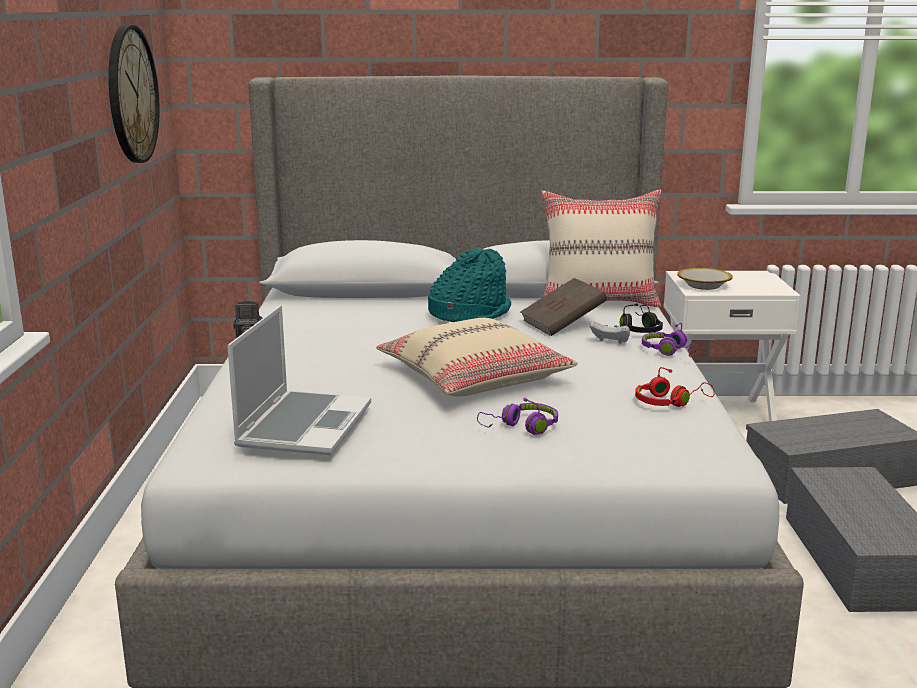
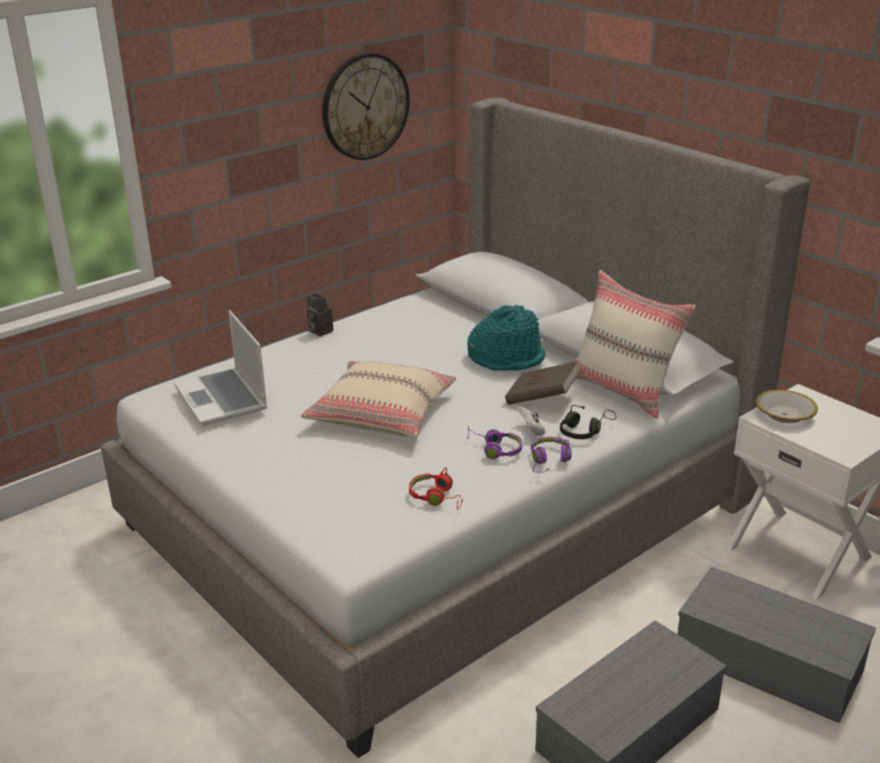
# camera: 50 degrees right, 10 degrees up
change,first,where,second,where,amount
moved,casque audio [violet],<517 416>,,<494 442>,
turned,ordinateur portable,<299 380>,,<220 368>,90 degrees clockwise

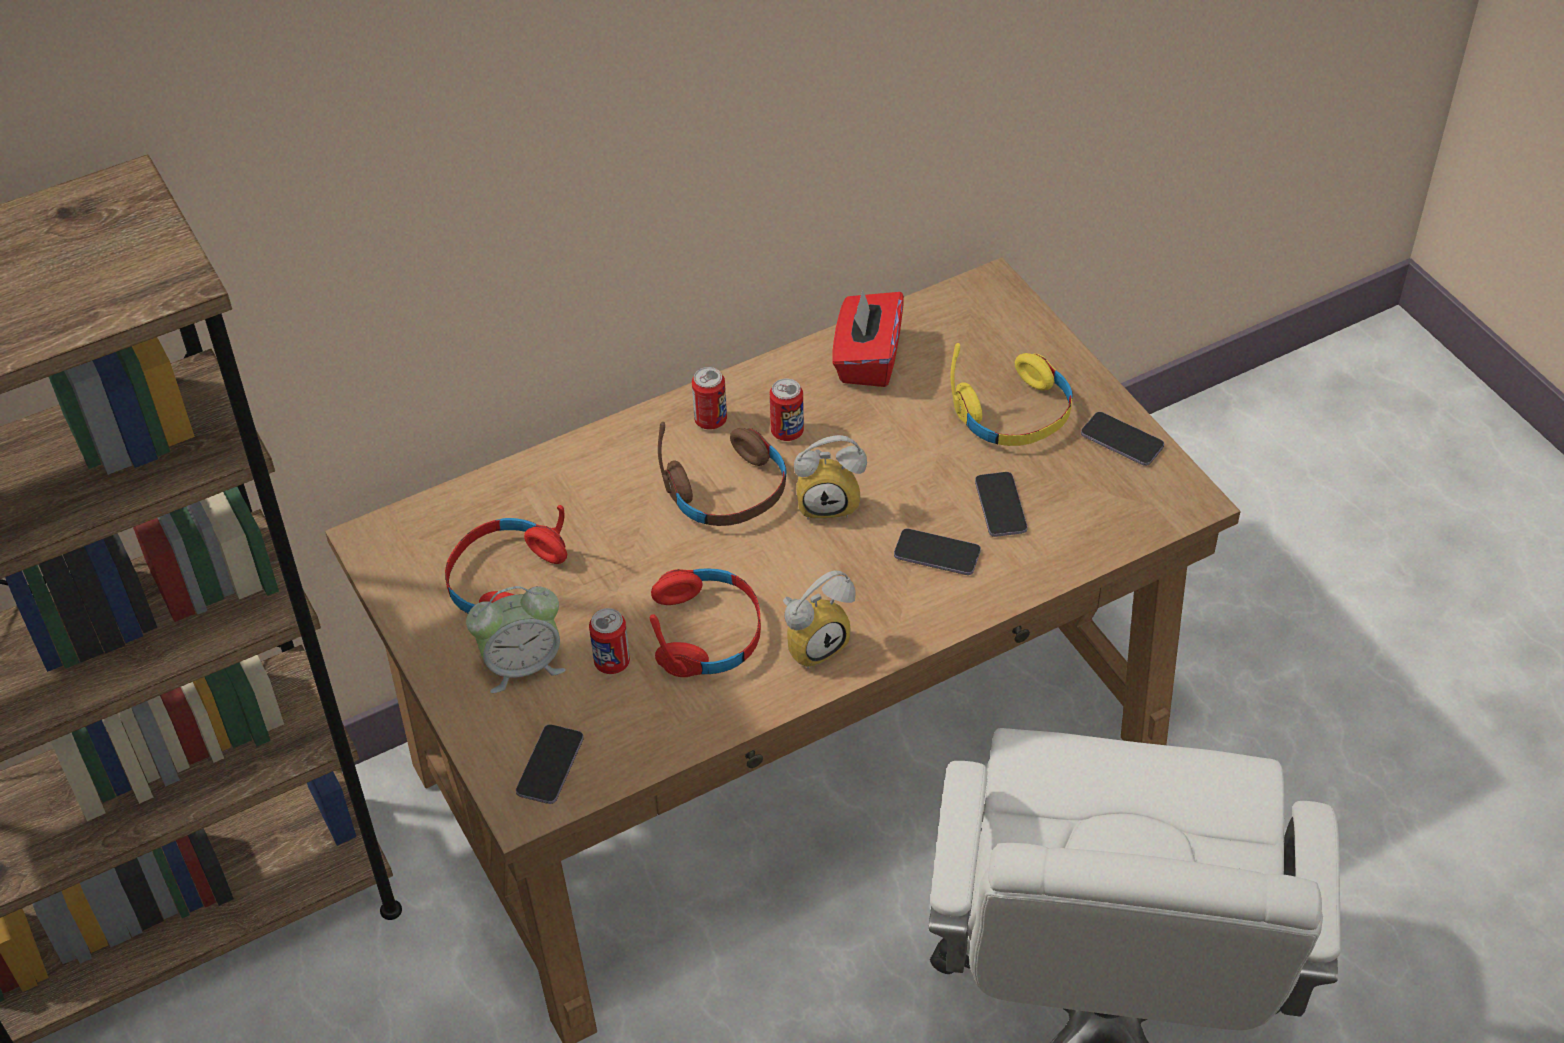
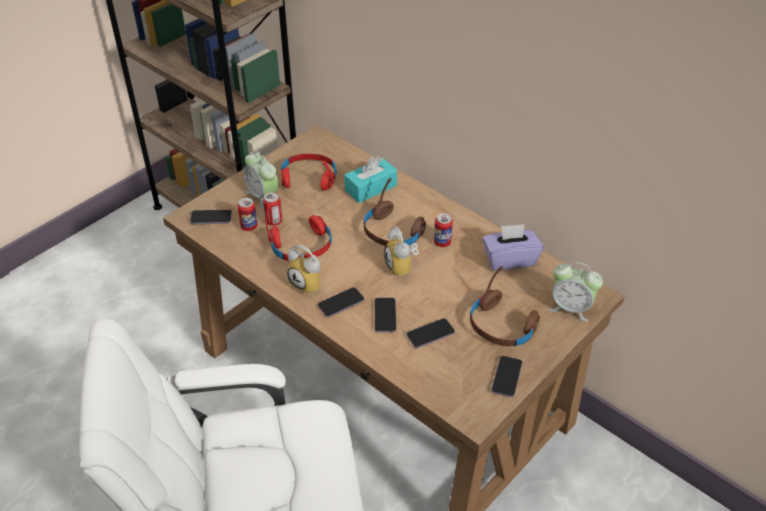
# camera: 70 degrees right, 5 degrees down
change,first,where,second,where,amount
added,,,téléphone,<341 302>,
added,,,boîte à mouchoirs [turquoise],<370 179>,
added,,,réveil,<576 292>,
moved,boîte métallique,<709 398>,,<247 214>,
recoloured,boîte à mouchoirs [rouge],<868 338>,boîte à mouchoirs [violet],<512 247>,
recoloured,casque audio [jaune],<1011 394>,casque audio [marron],<505 306>,

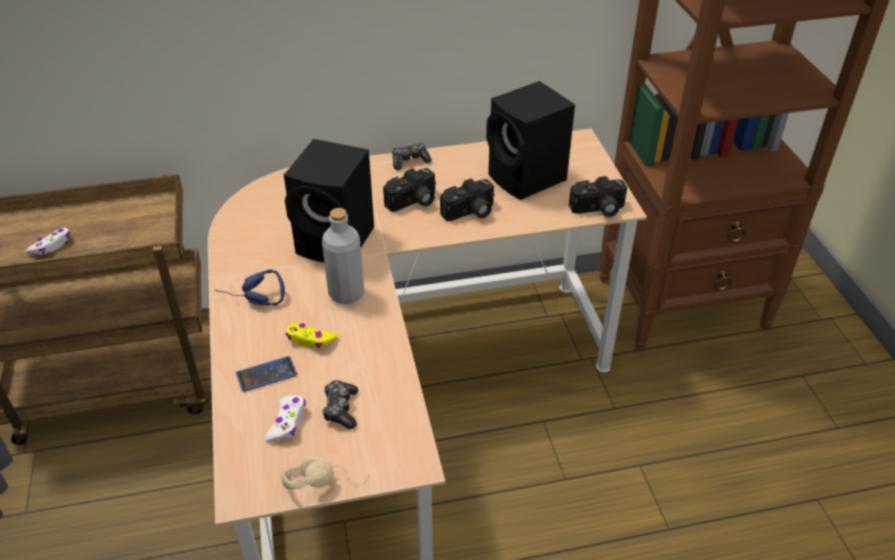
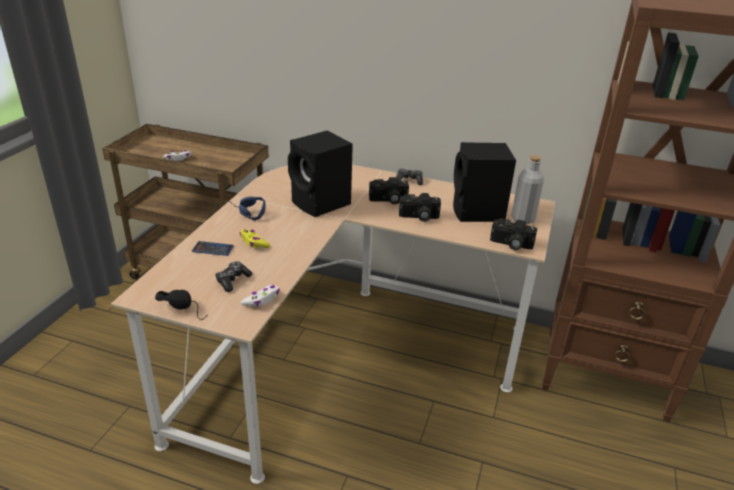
# camera: 30 degrees right, 10 degrees down
change,first,where,second,where,amount
moved,manette [blanc],<285 418>,,<260 296>,
moved,bouteille [gris],<343 256>,,<527 189>,
recoloured,casque audio [beige],<325 473>,casque audio [noir],<181 305>,

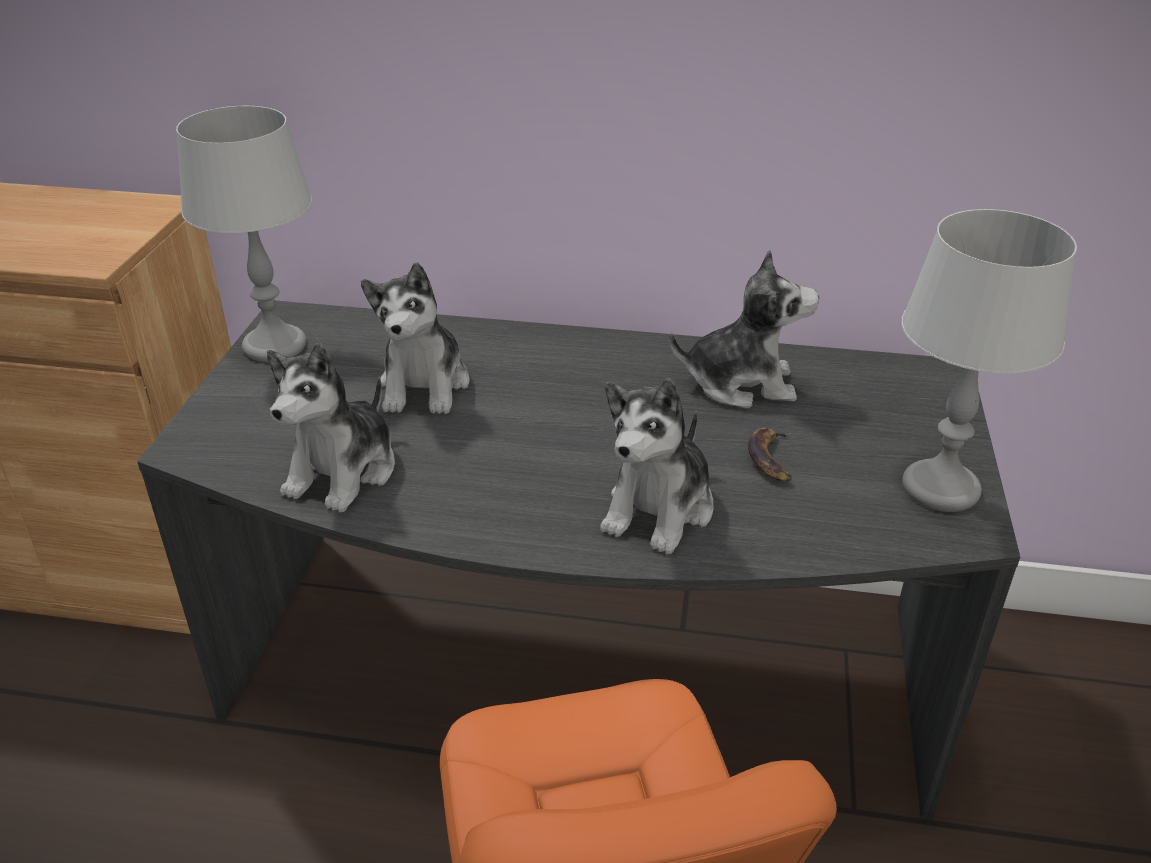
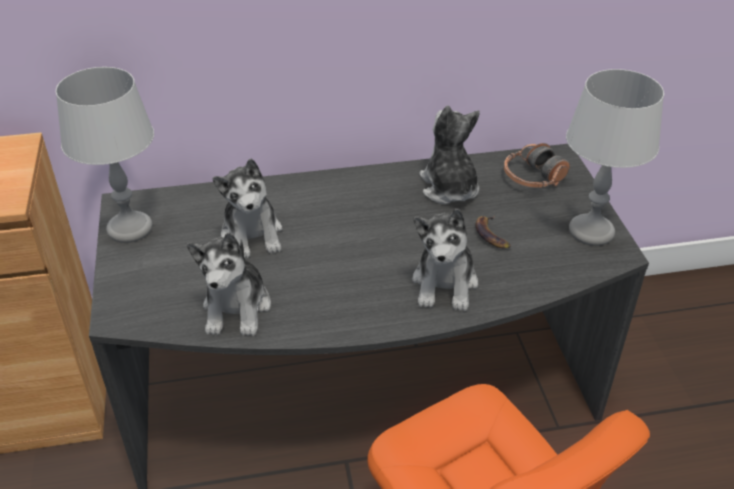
# camera: 20 degrees left, 5 degrees up
change,first,where,second,where,amount
added,,,casque audio,<537 165>,
turned,peluche,<744 329>,,<449 155>,90 degrees counterclockwise

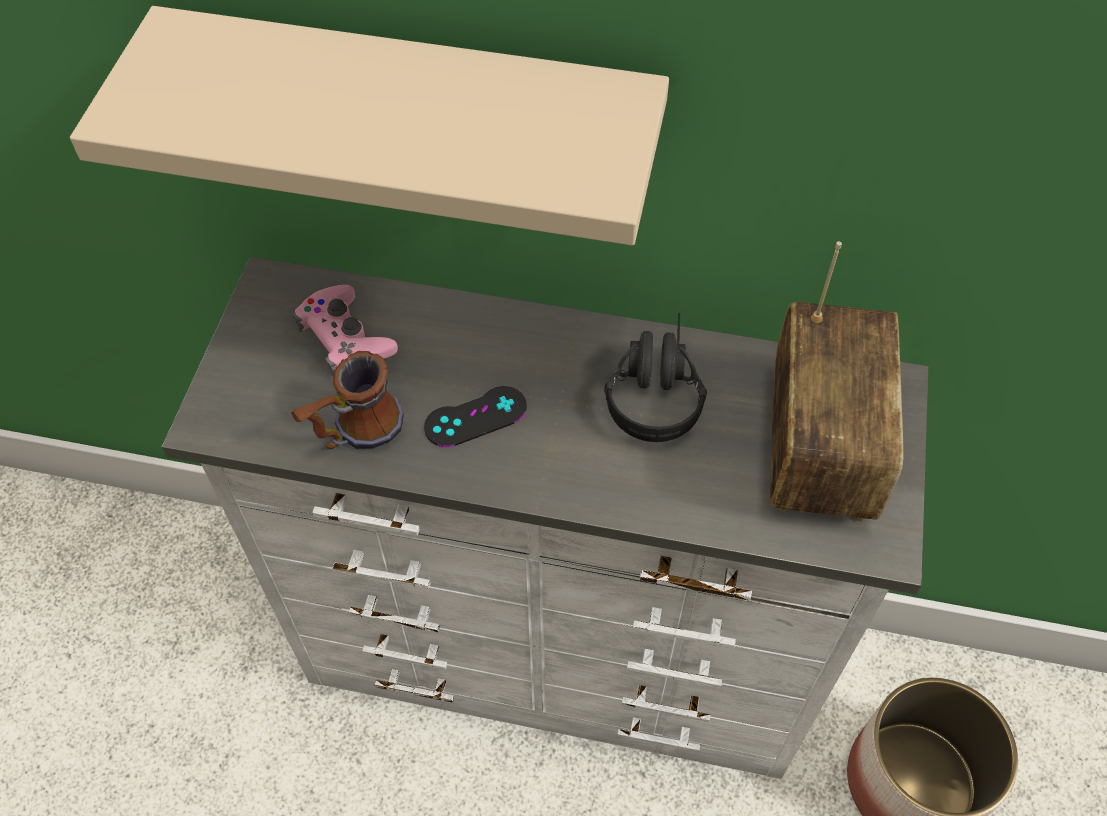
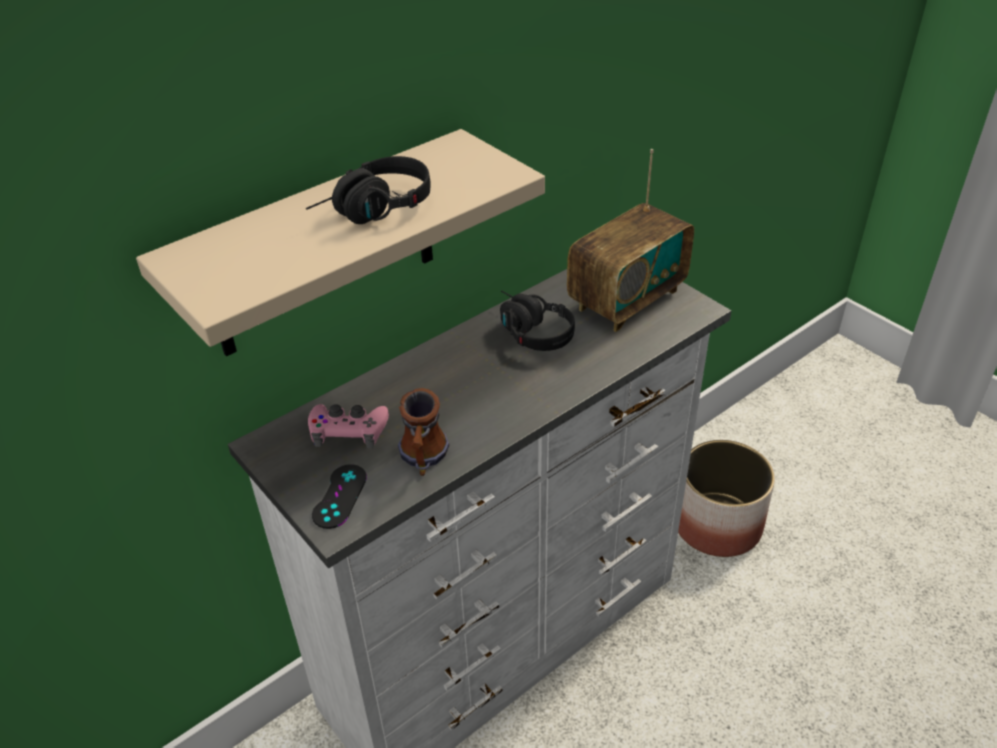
# camera: 50 degrees left, 15 degrees down
change,first,where,second,where,amount
added,,,casque audio [noir],<368 190>,
moved,manette [noir],<475 416>,,<339 496>,
turned,radio,<836 381>,,<630 240>,90 degrees clockwise

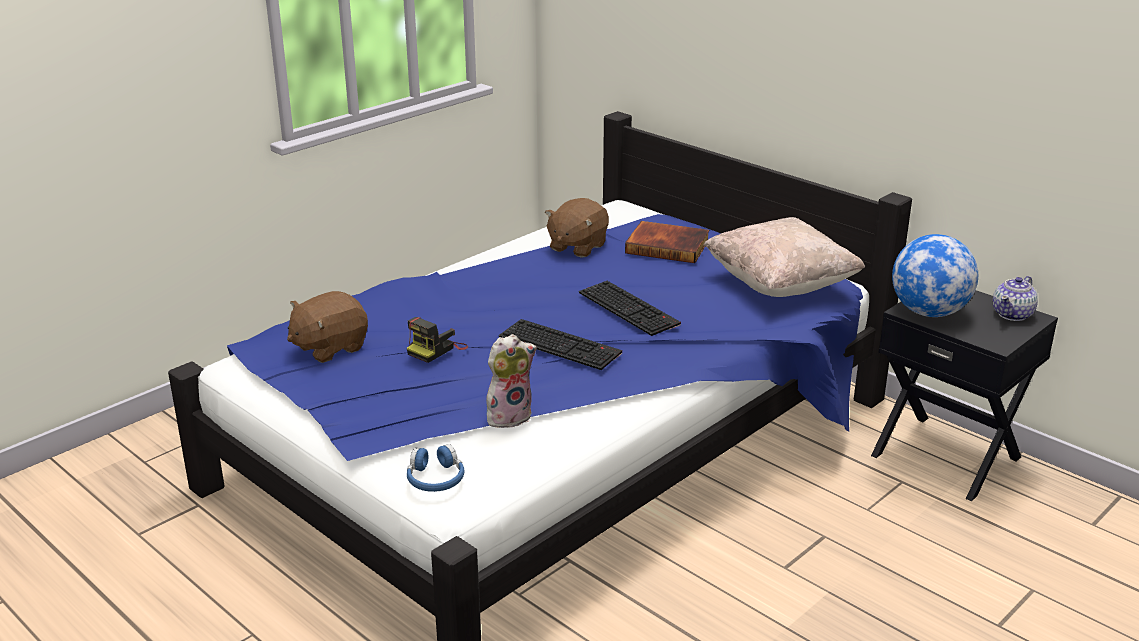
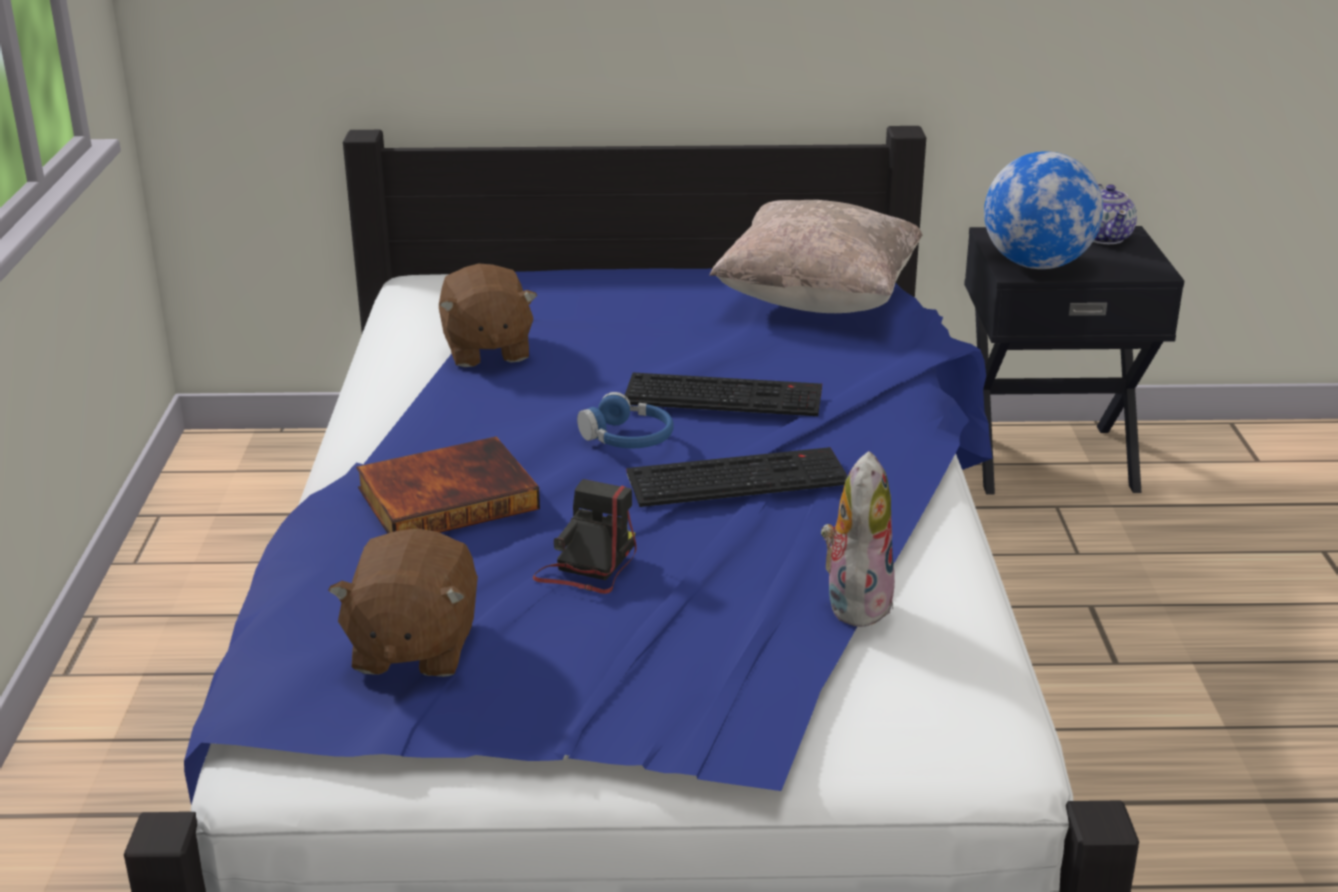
# camera: 45 degrees left, 0 degrees up
change,first,where,second,where,amount
moved,casque audio [bleu],<436 468>,,<625 420>,
moved,livre,<667 242>,,<448 485>,
turned,appareil photo,<437 340>,,<585 536>,150 degrees counterclockwise

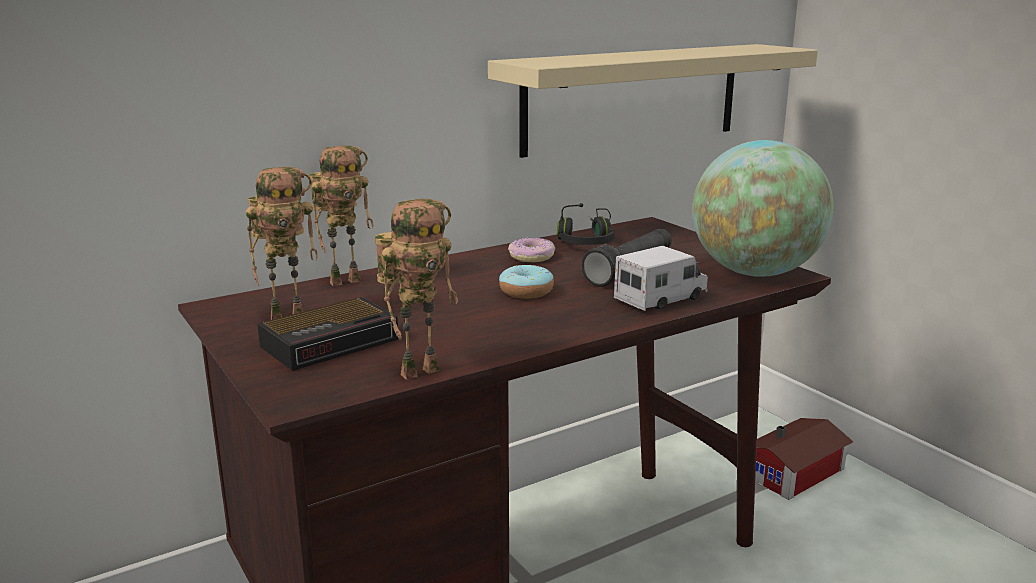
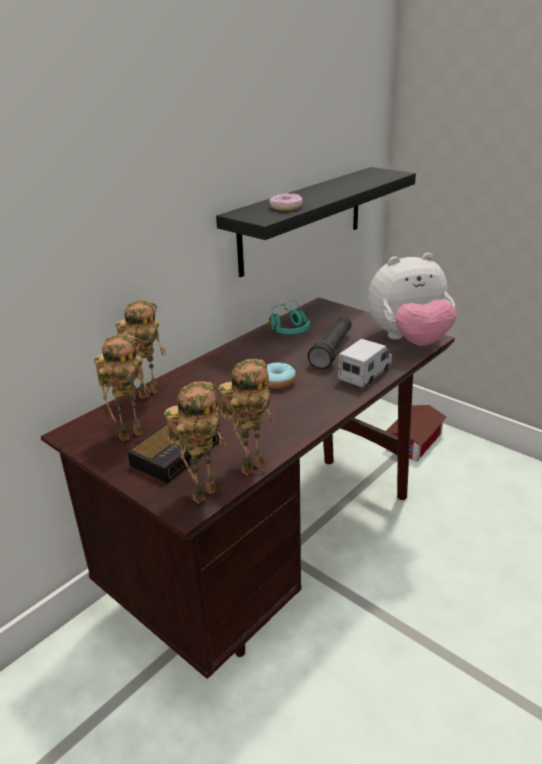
# camera: 15 degrees left, 10 degrees up
change,first,where,second,where,amount
added,,,robot jouet,<195 442>,
moved,beignet,<531 250>,,<286 202>,
replaced,globe,<762 208>,peluche,<412 299>,
recoloured,étagère [beige],<653 101>,étagère [noir],<316 222>,
recoloured,casque audio [noir],<586 224>,casque audio [turquoise],<289 317>,

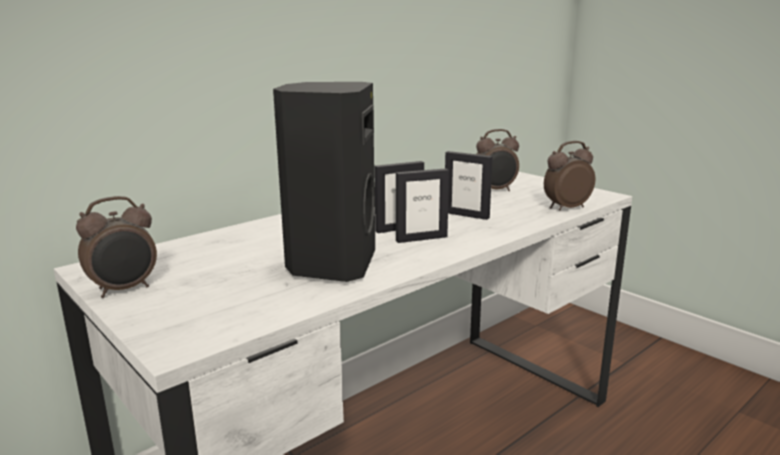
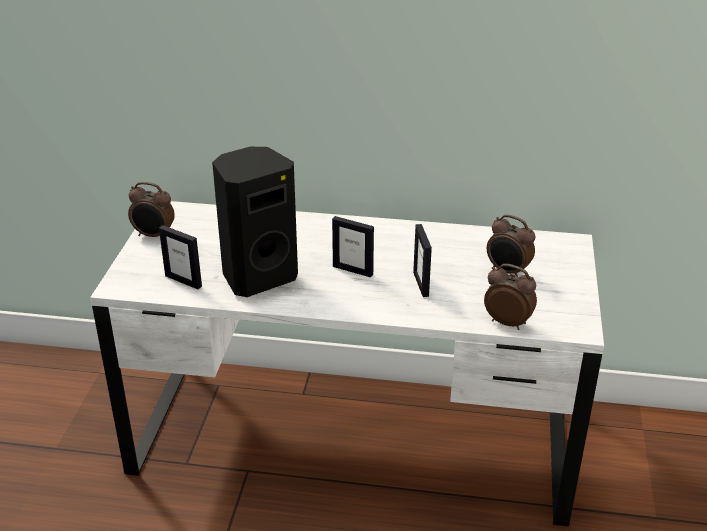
# camera: 50 degrees right, 15 degrees up
change,first,where,second,where,amount
moved,cadre photo,<422 205>,,<180 257>,

